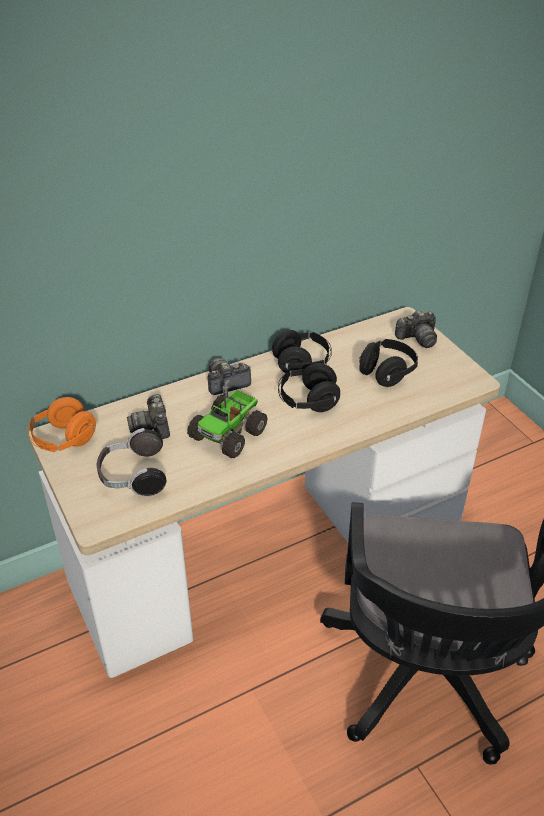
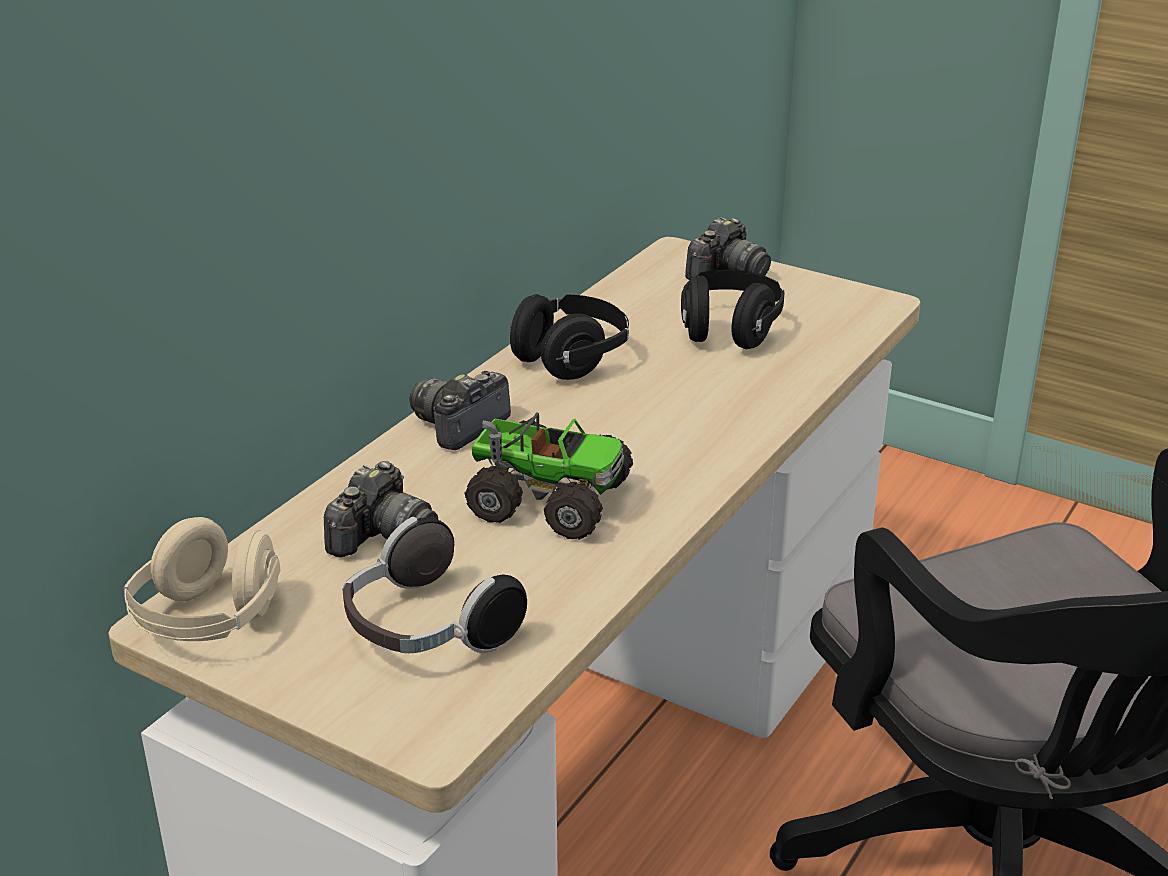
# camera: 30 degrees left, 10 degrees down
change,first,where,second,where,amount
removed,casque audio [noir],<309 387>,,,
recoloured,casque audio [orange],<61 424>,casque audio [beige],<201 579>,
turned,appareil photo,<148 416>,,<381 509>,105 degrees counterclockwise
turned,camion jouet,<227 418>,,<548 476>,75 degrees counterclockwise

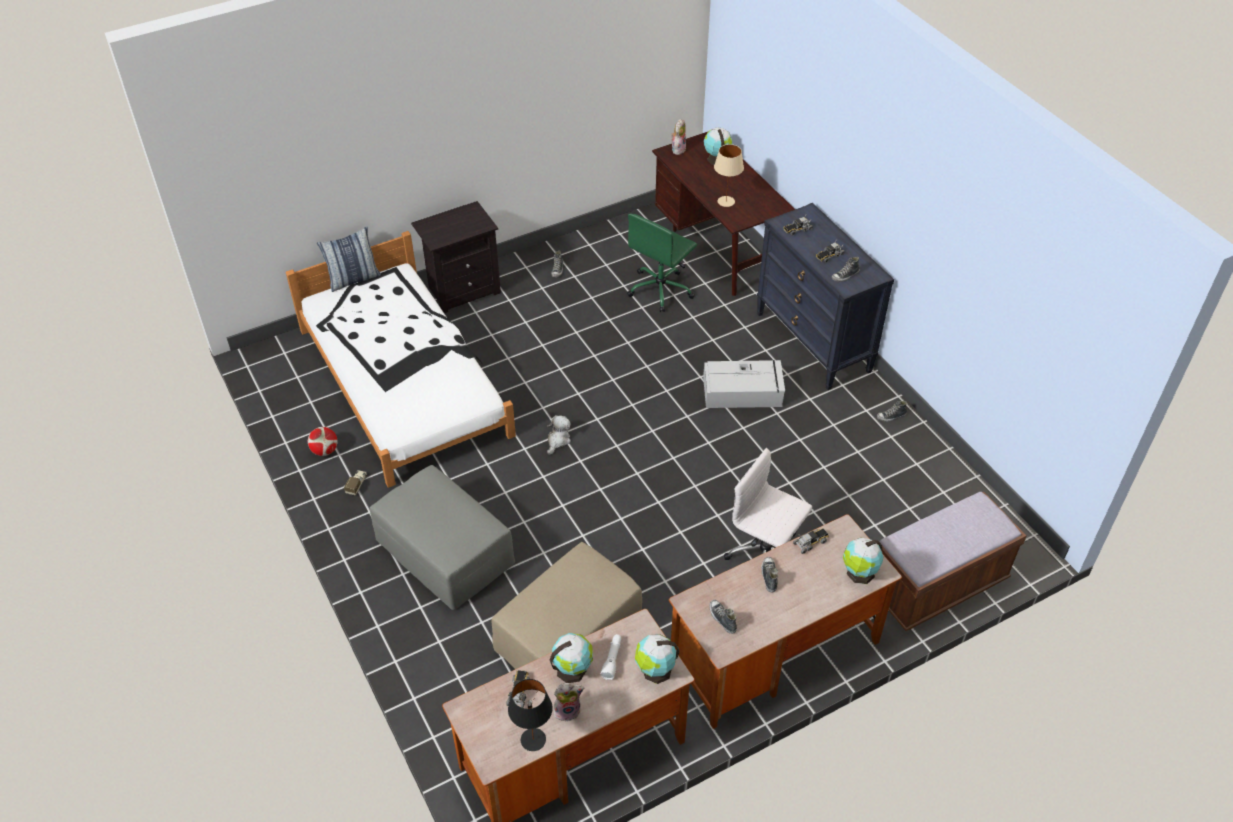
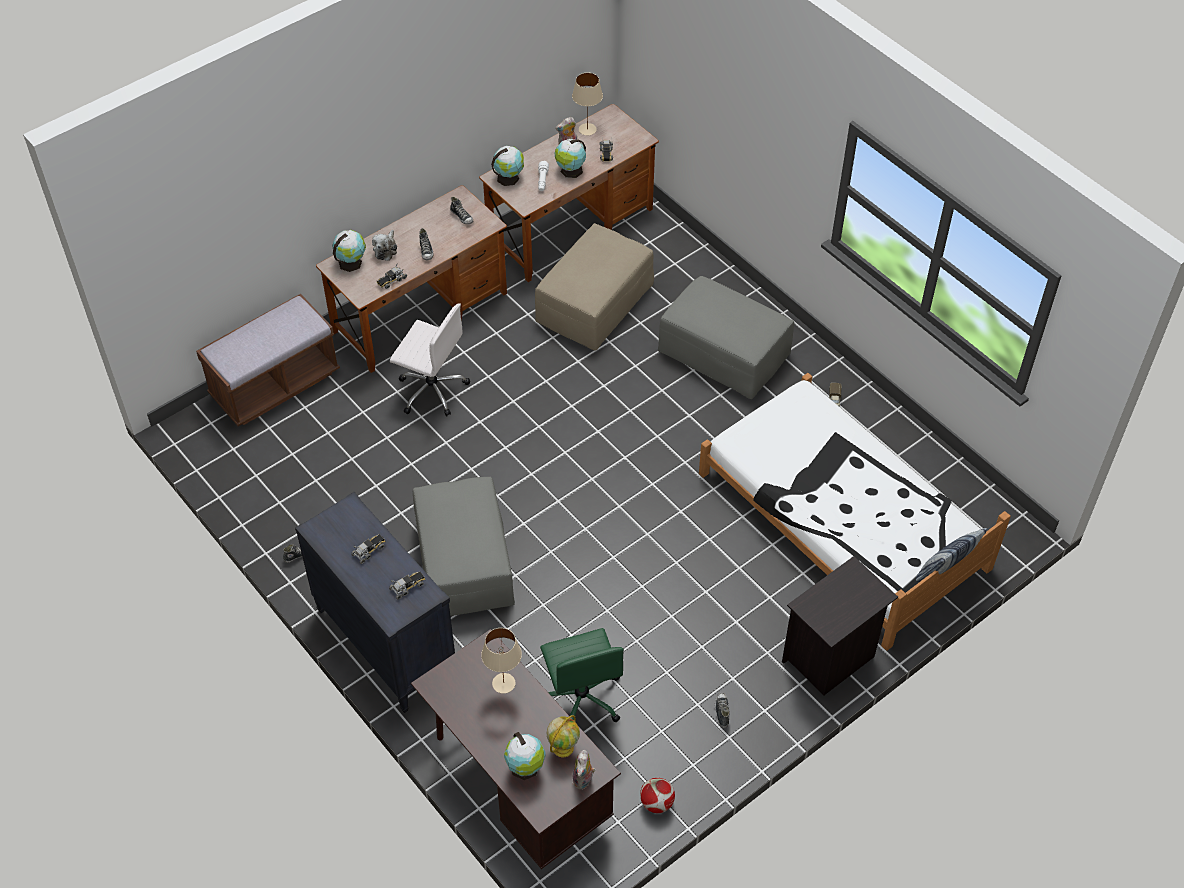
# camera: 170 degrees right, 5 degrees up
change,first,where,second,where,amount
removed,chaussure,<846 269>,,,
added,,,globe,<563 736>,
moved,ballon de foot,<323 441>,,<657 795>,
moved,peluche,<559 435>,,<384 245>,
replaced,boîte de rangement [gris],<744 384>,pouf [gris],<464 546>,
recoloured,lampe de table [noir],<530 715>,lampe de table [beige],<587 104>,
turned,chaise de bureau [vert],<662 262>,,<582 675>,135 degrees clockwise

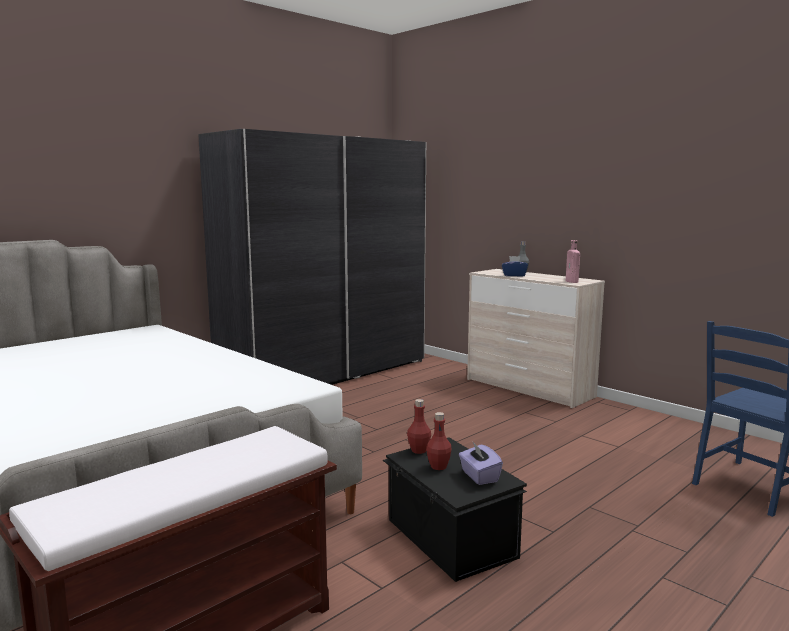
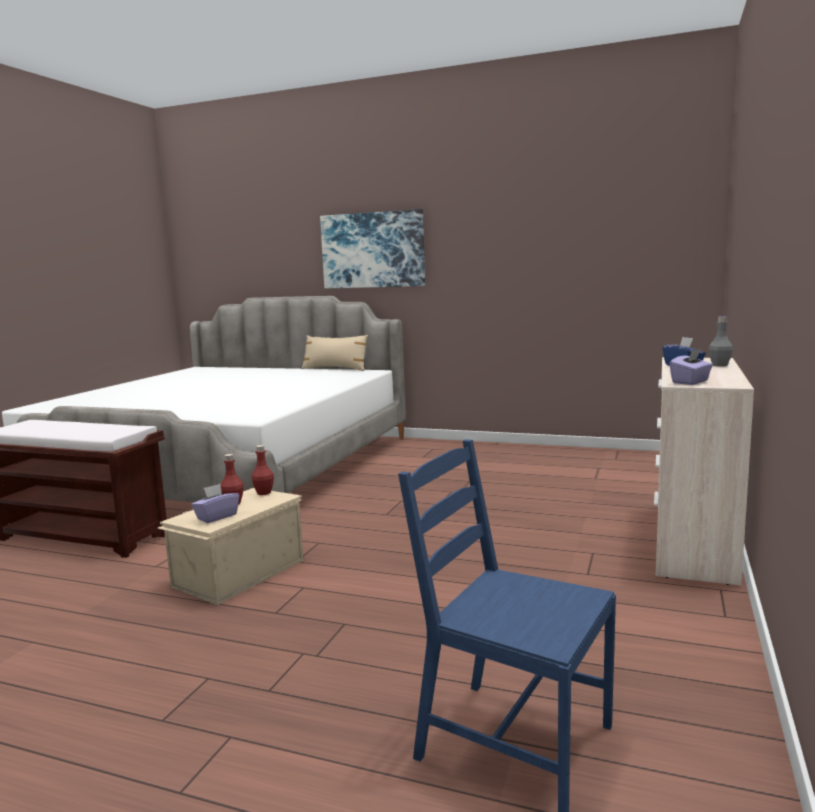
# camera: 65 degrees right, 0 degrees up
change,first,where,second,where,amount
removed,armoire [gris],<312 257>,,,
added,,,coussin [beige],<334 353>,
added,,,tableau,<372 249>,
replaced,bouteille [rose],<573 261>,boîte à mouchoirs [violet],<691 367>,
recoloured,boîte de rangement [noir],<455 509>,boîte de rangement [beige],<230 546>,

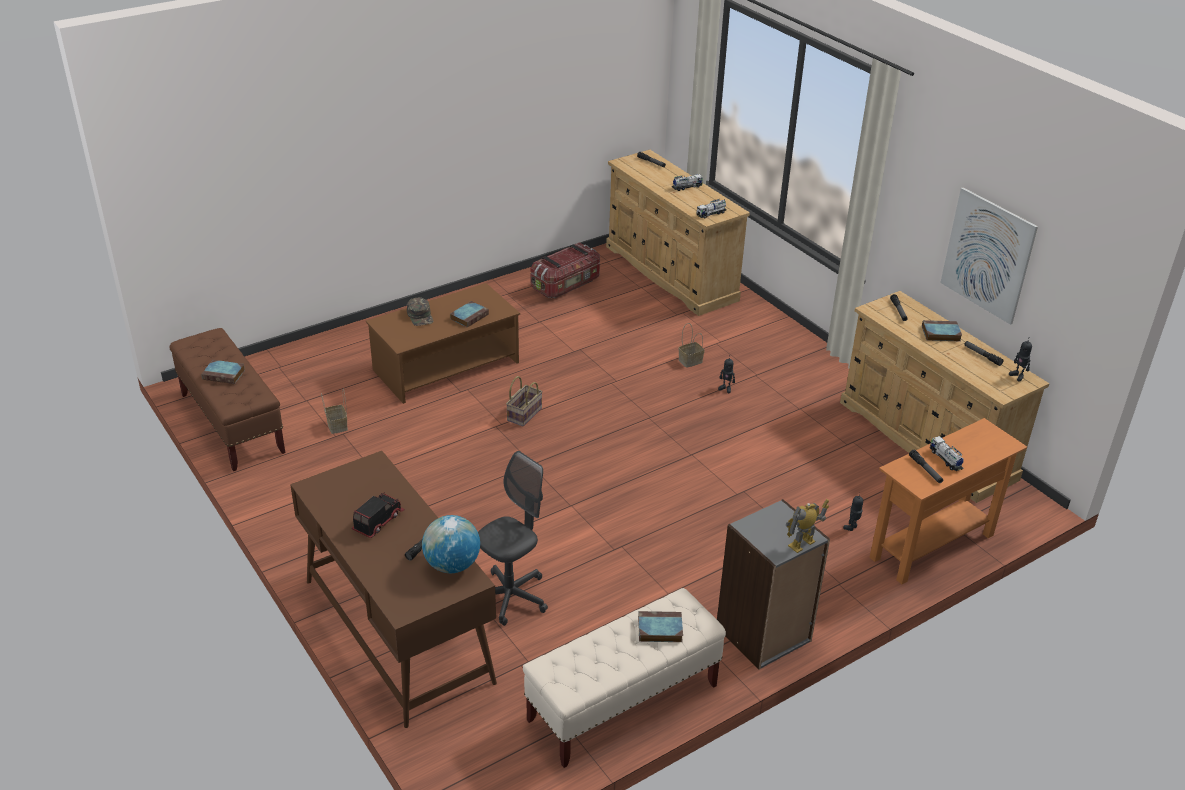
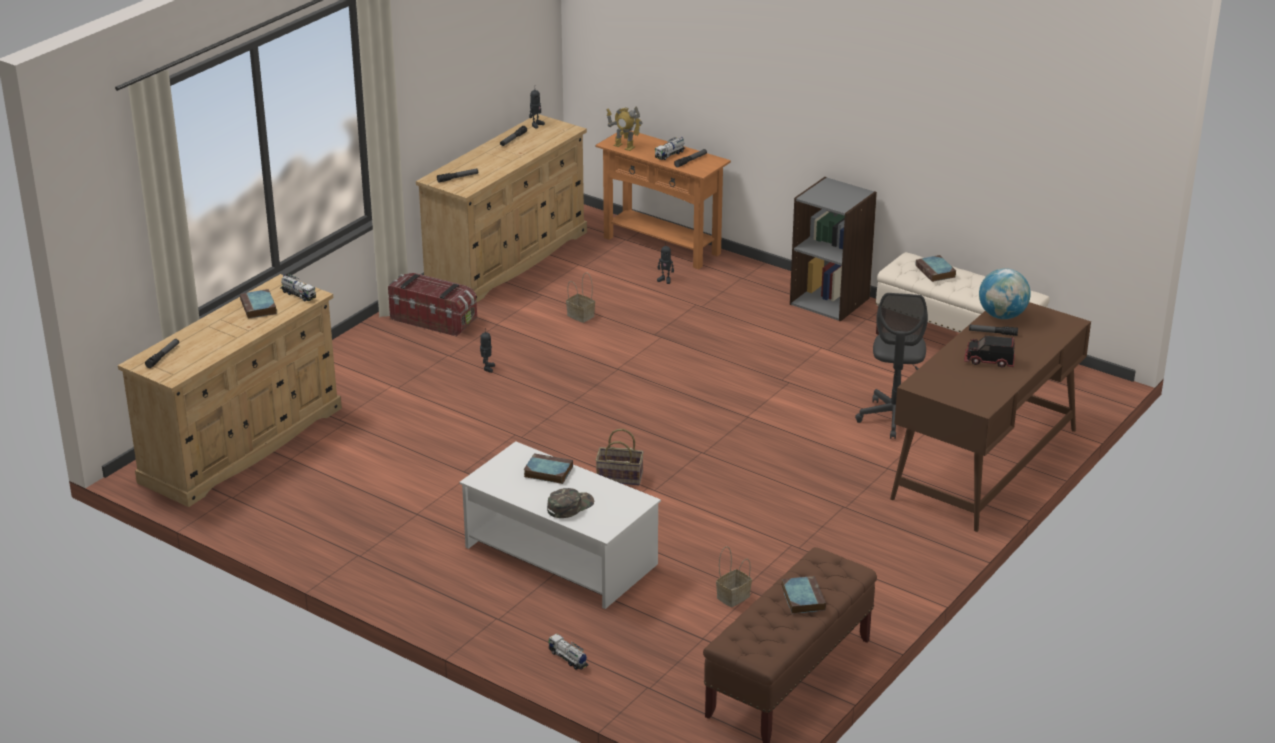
# camera: 110 degrees left, 5 degrees down
change,first,where,second,where,amount
removed,tableau,<989 256>,,,
moved,boîte de rangement,<565 270>,,<432 305>,
moved,camion jouet,<687 182>,,<569 651>,
moved,panier,<692 345>,,<580 298>,
moved,robot jouet,<807 526>,,<624 128>,
moved,livre,<942 330>,,<258 304>,
recoloured,table basse [marron],<443 343>,table basse [blanc],<560 525>,
turned,chaise de bureau [gris],<513 538>,,<891 366>,105 degrees counterclockwise

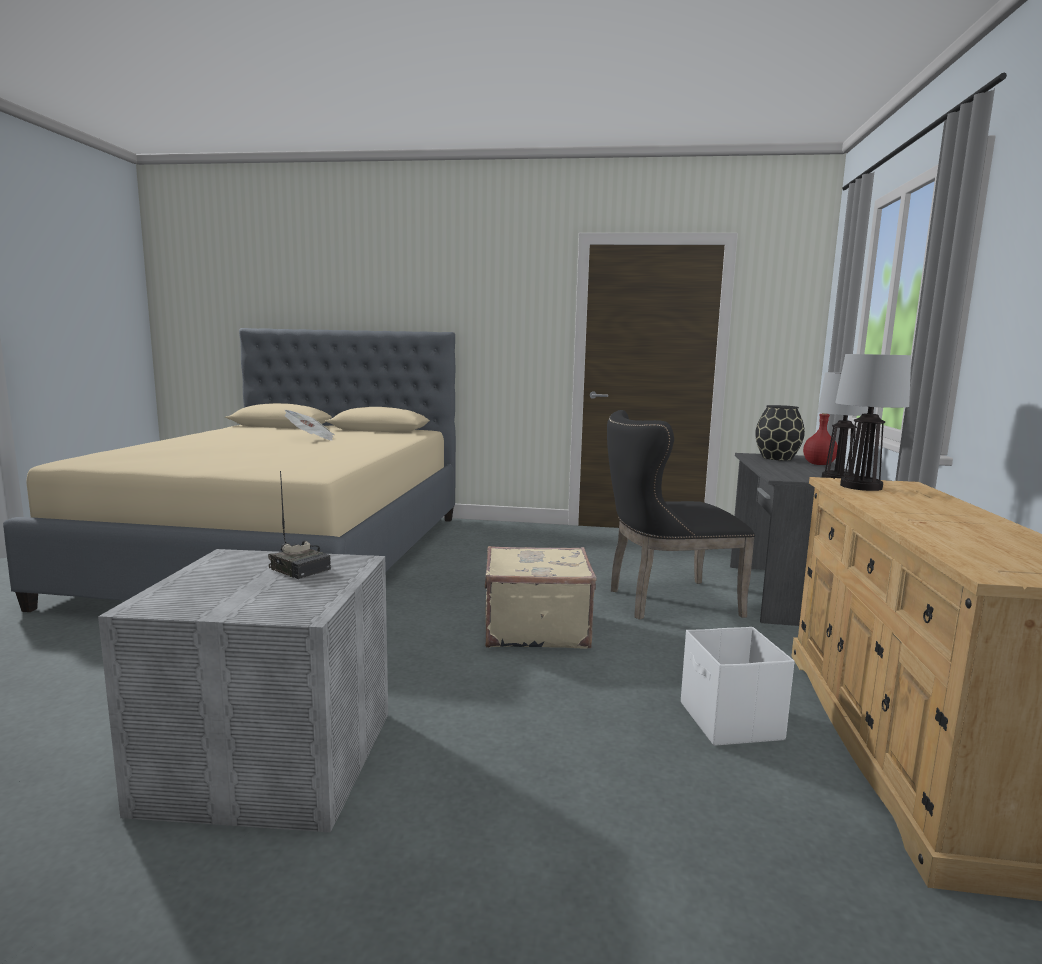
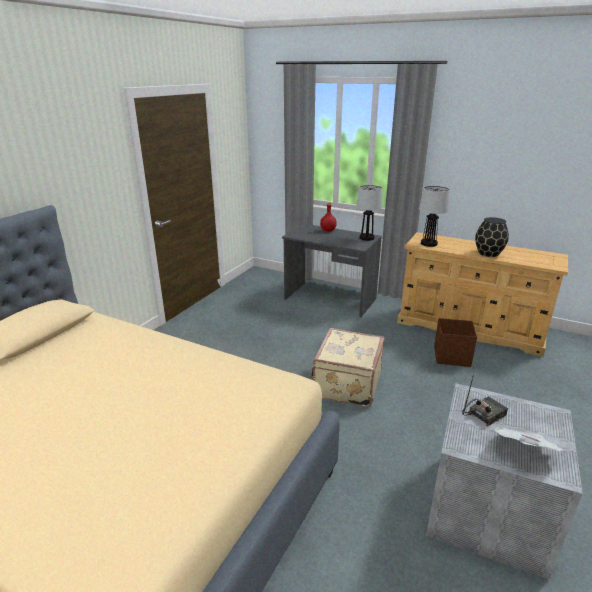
# camera: 70 degrees left, 15 degrees up
change,first,where,second,where,amount
removed,chaise [noir],<681 515>,,,
moved,journal,<309 425>,,<528 439>,
moved,vase [noir],<780 433>,,<492 237>,
recoloured,boîte de rangement [blanc],<738 686>,boîte de rangement [marron],<455 342>,

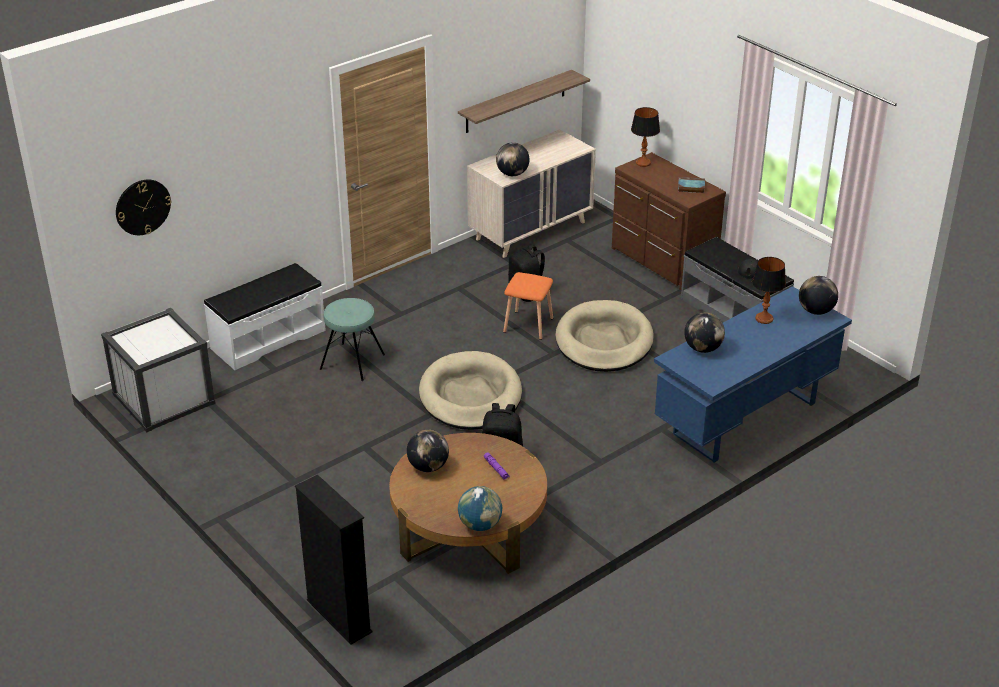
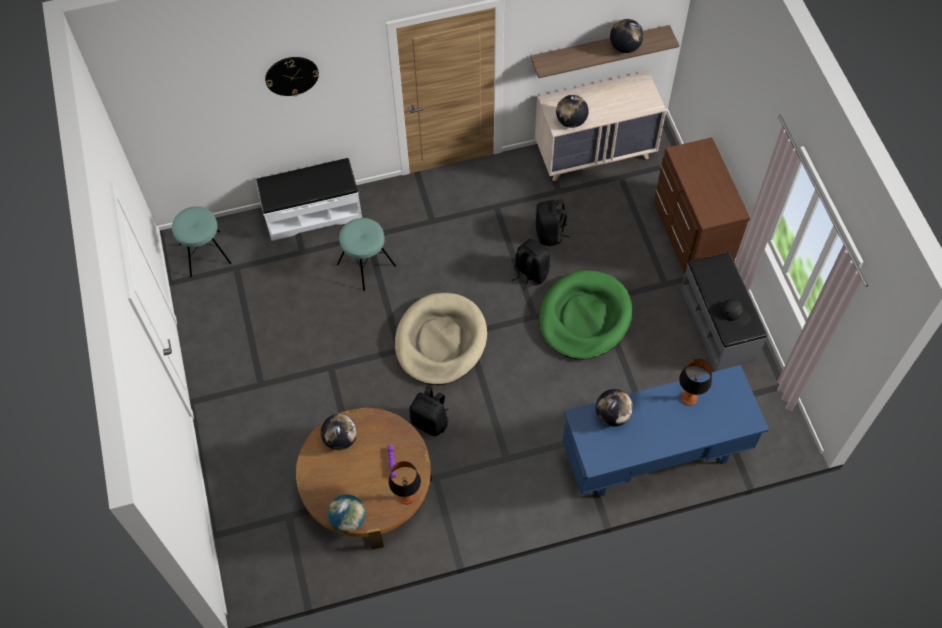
# camera: 25 degrees right, 25 degrees up
change,first,where,second,where,amount
removed,bibliothèque [noir],<333 560>,,,
removed,livre,<691 185>,,,
moved,horloge murale,<143 207>,,<292 76>,
moved,lampe de table,<645 137>,,<405 482>,
moved,globe,<818 295>,,<627 36>,
replaced,boîte de rangement [blanc],<158 370>,tabouret [turquoise],<201 241>,
replaced,tabouret [orange],<528 306>,sac à dos [noir],<530 264>,
recoloured,panier pour chien [beige],<604 336>,panier pour chien [vert],<586 315>,

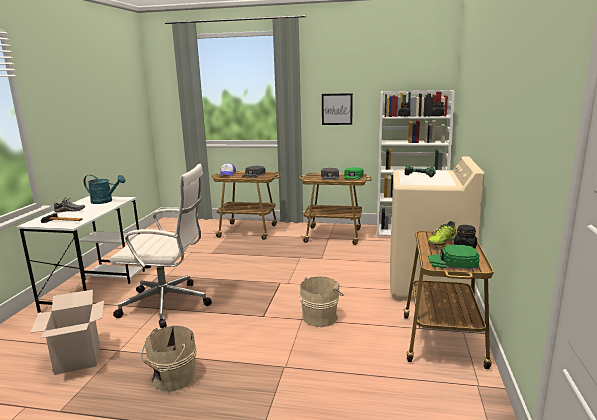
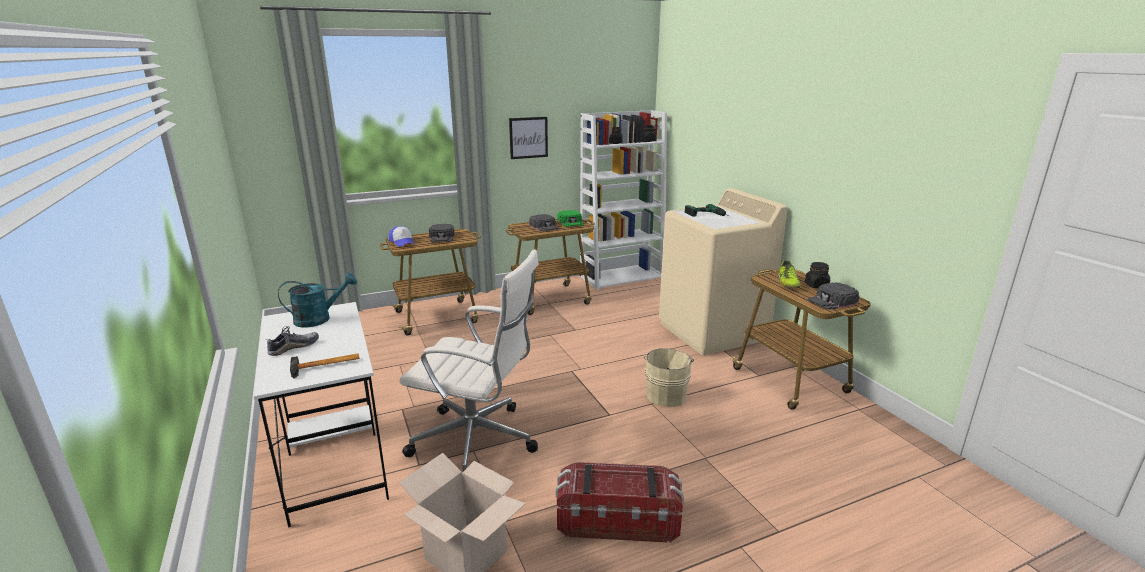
# camera: 35 degrees left, 5 degrees up
change,first,where,second,where,amount
replaced,seau [beige],<168 359>,boîte de rangement,<620 502>,
recoloured,casquette [vert],<453 257>,casquette [noir],<833 295>,
turned,chaise de bureau [blanc],<160 246>,,<469 360>,45 degrees clockwise

